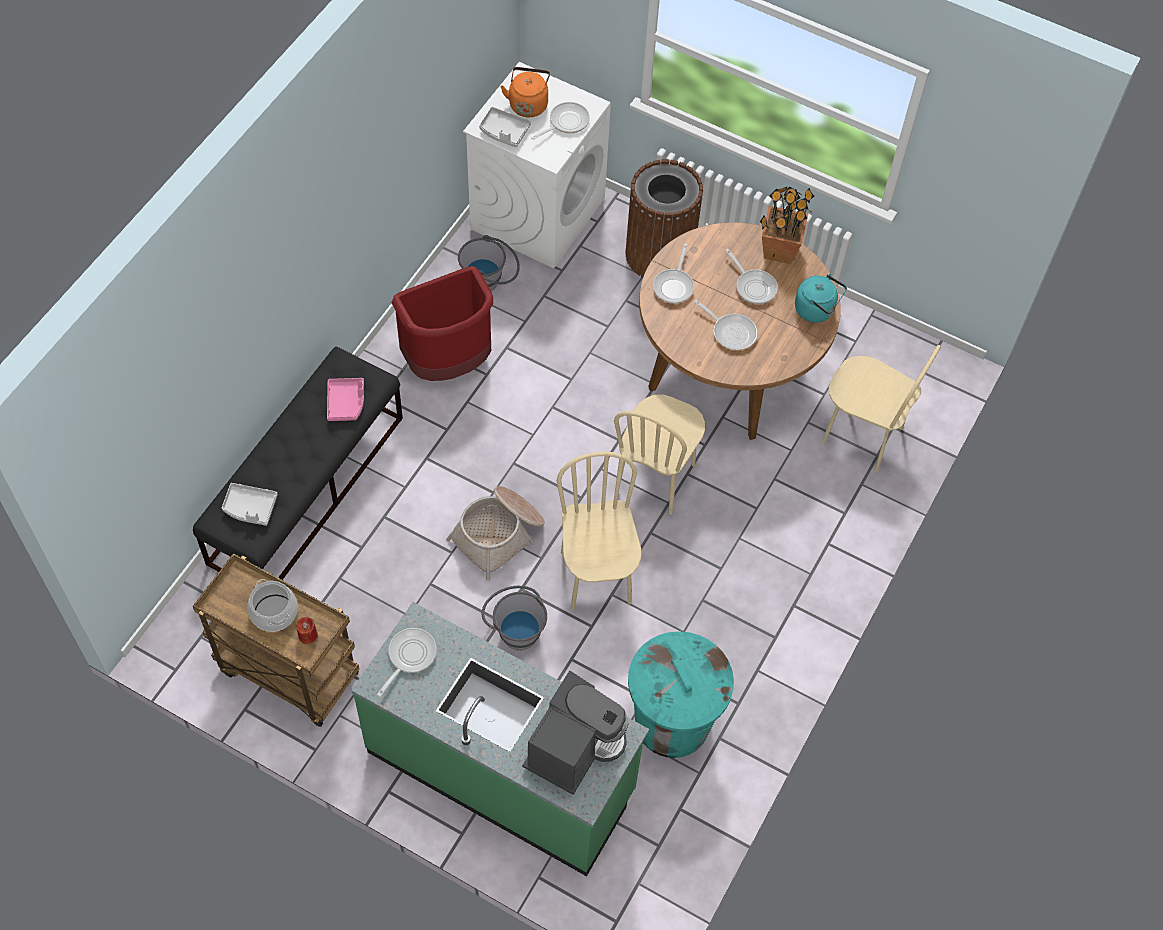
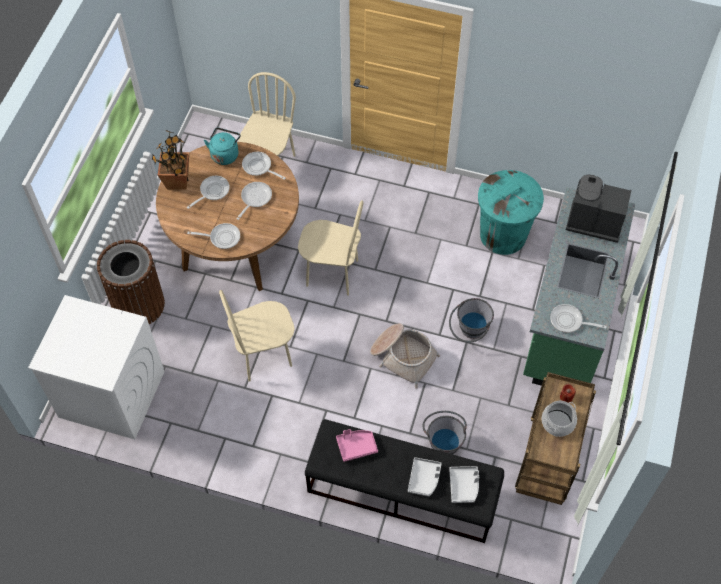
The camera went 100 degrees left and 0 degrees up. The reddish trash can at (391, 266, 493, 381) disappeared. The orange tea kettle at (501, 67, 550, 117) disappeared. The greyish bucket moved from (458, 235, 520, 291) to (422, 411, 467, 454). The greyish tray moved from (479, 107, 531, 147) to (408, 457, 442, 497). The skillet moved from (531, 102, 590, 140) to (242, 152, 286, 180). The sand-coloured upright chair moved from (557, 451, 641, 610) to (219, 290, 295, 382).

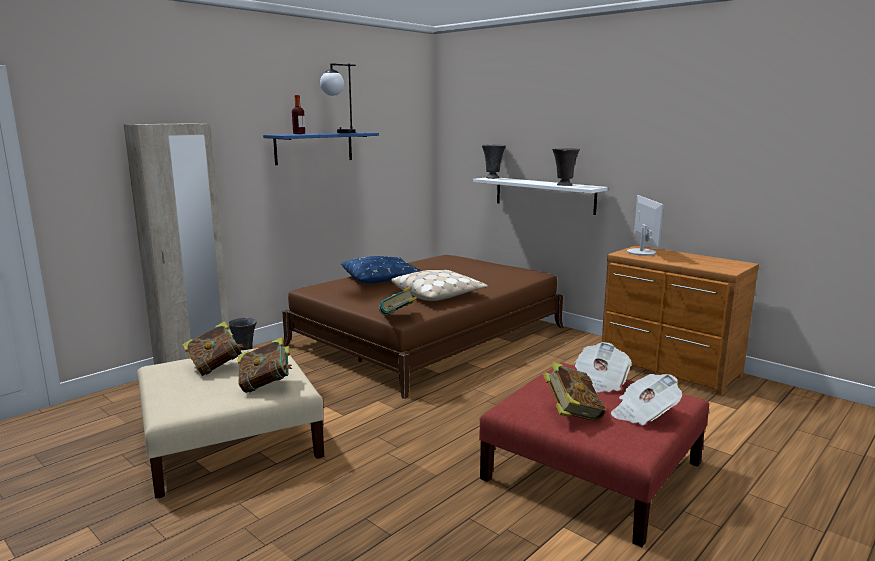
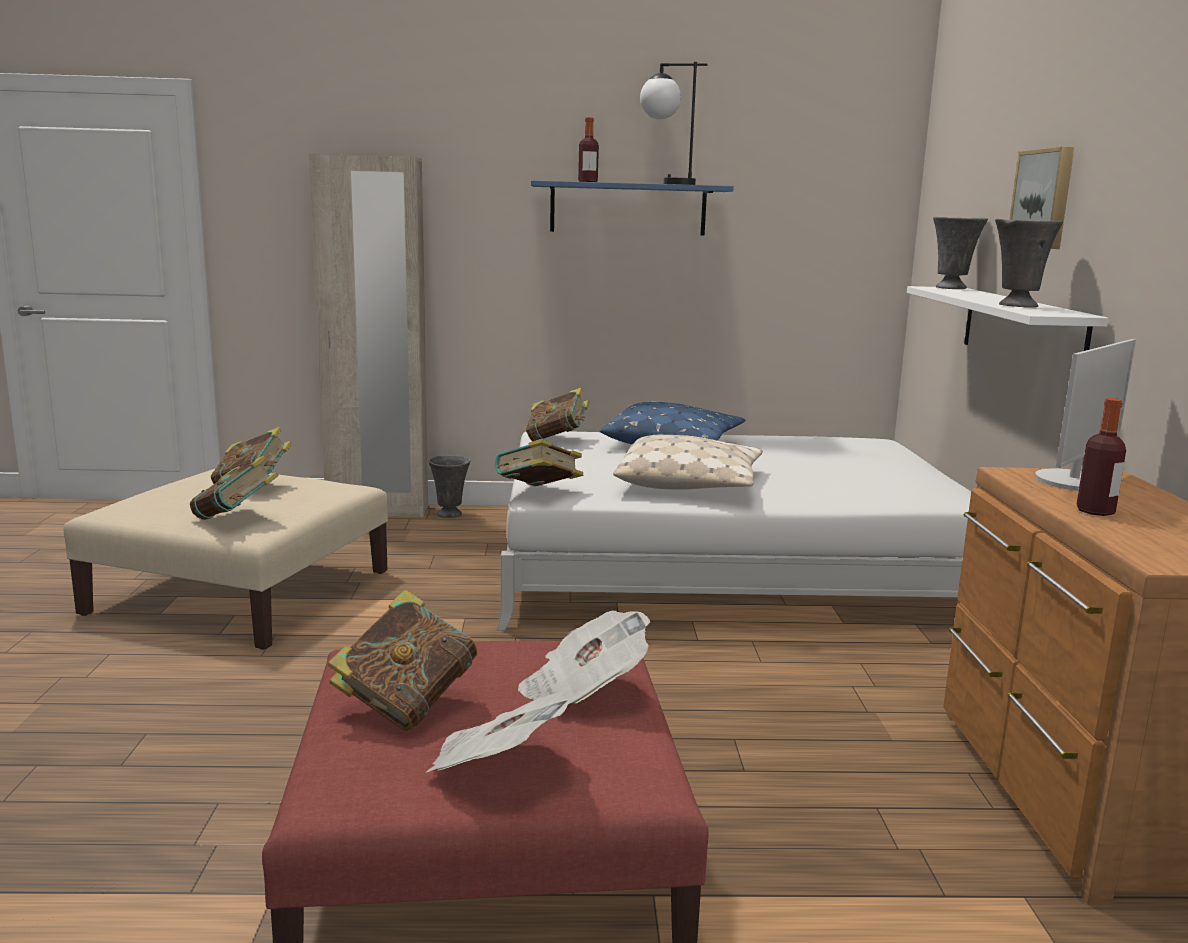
The camera went 45 degrees right and 0 degrees up. The book at (526, 388, 589, 441) appeared. The wall art at (1010, 147, 1075, 249) appeared. The beverage bottle at (1076, 398, 1126, 516) appeared. The brown bedroom bed at (282, 255, 564, 399) became the white bedroom bed at (497, 431, 971, 631).

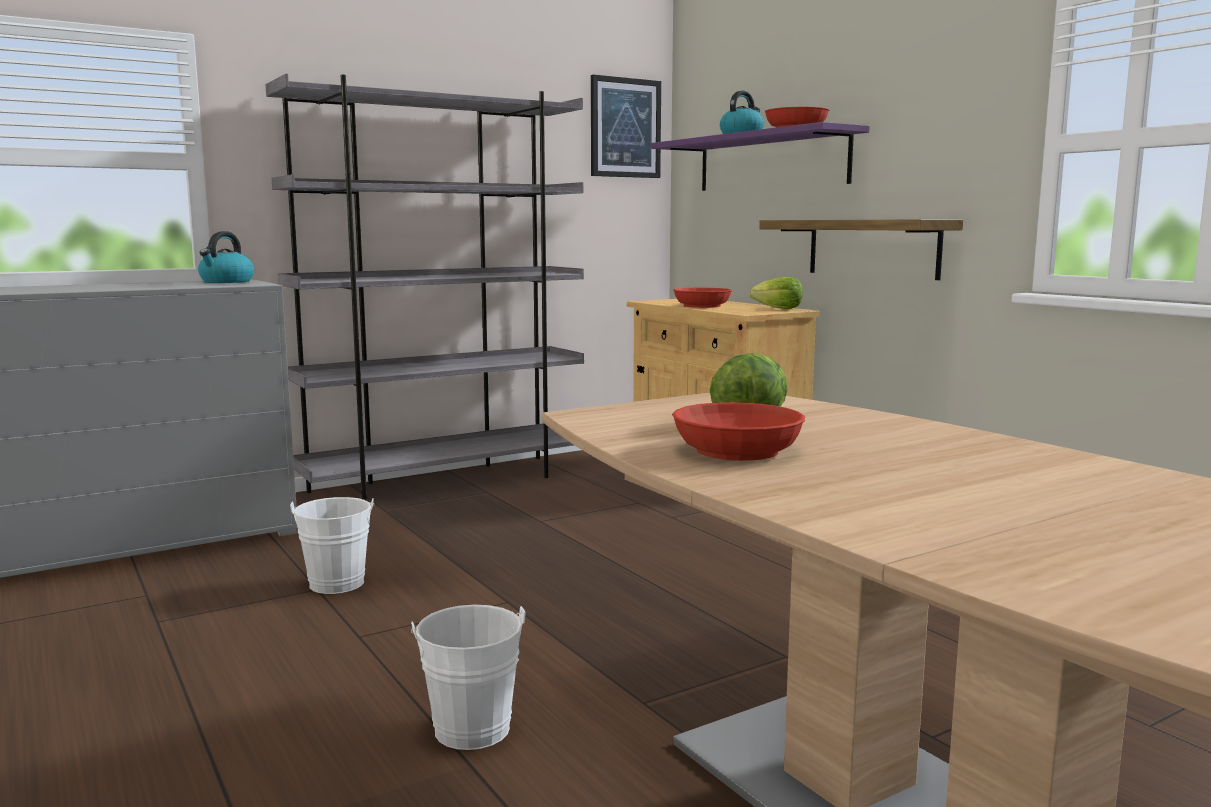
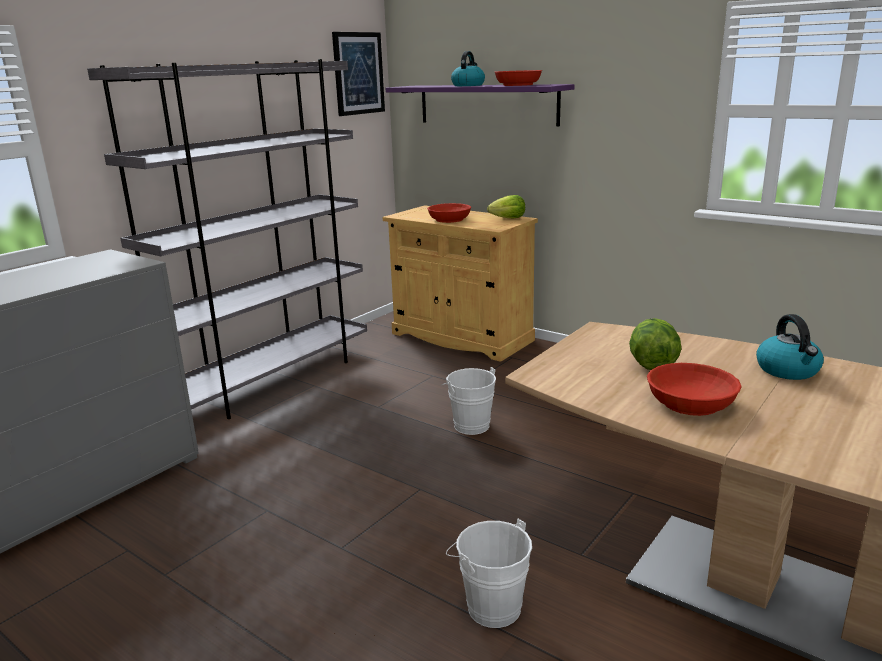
The camera went 20 degrees left and 10 degrees up. The bracket shelf at (759, 219, 963, 280) disappeared. The tea kettle moved from (198, 231, 254, 283) to (756, 314, 824, 380). The white bucket moved from (290, 497, 374, 594) to (442, 367, 496, 435).

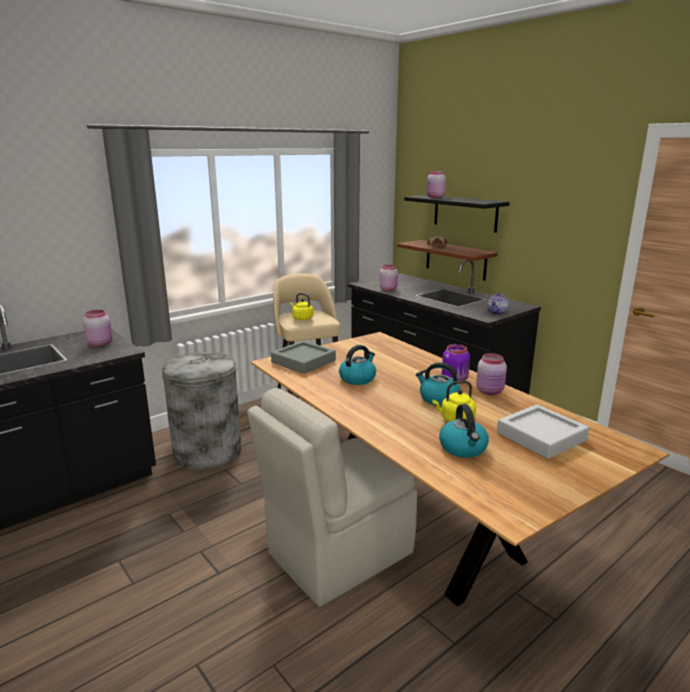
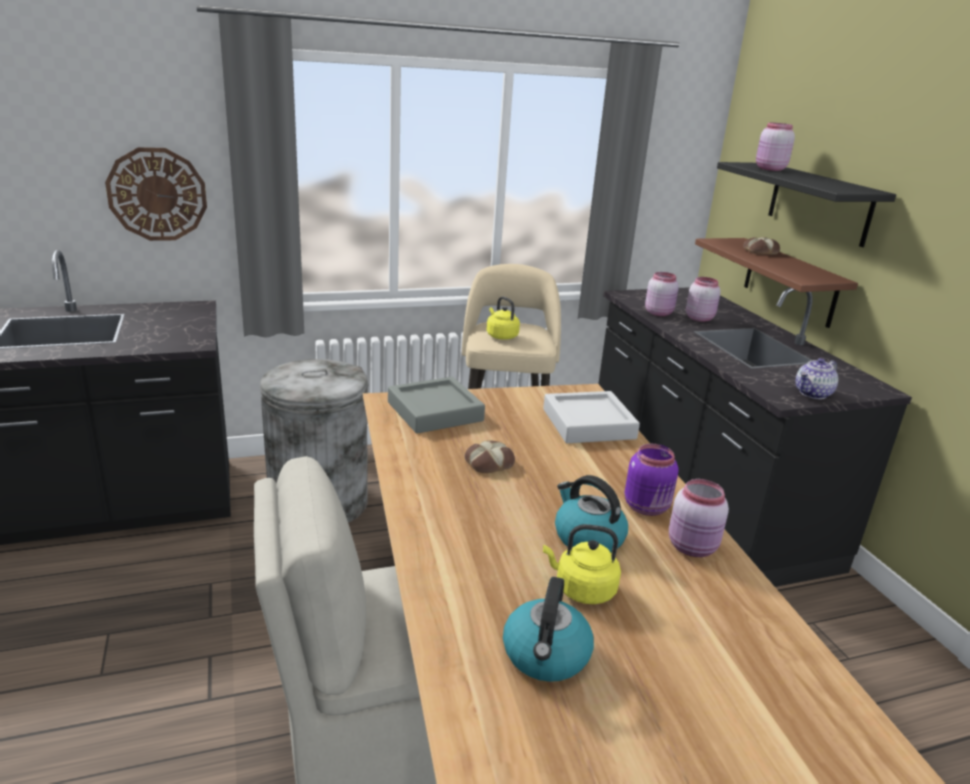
The camera went 20 degrees right and 5 degrees up. The hanging clock at (105, 147, 207, 241) appeared. The pink-coloured storage jar moved from (83, 310, 112, 347) to (686, 277, 721, 322). The greyish tray moved from (497, 404, 589, 459) to (543, 391, 640, 443). The tea kettle at (339, 345, 376, 385) was replaced by the bread at (465, 441, 515, 473).

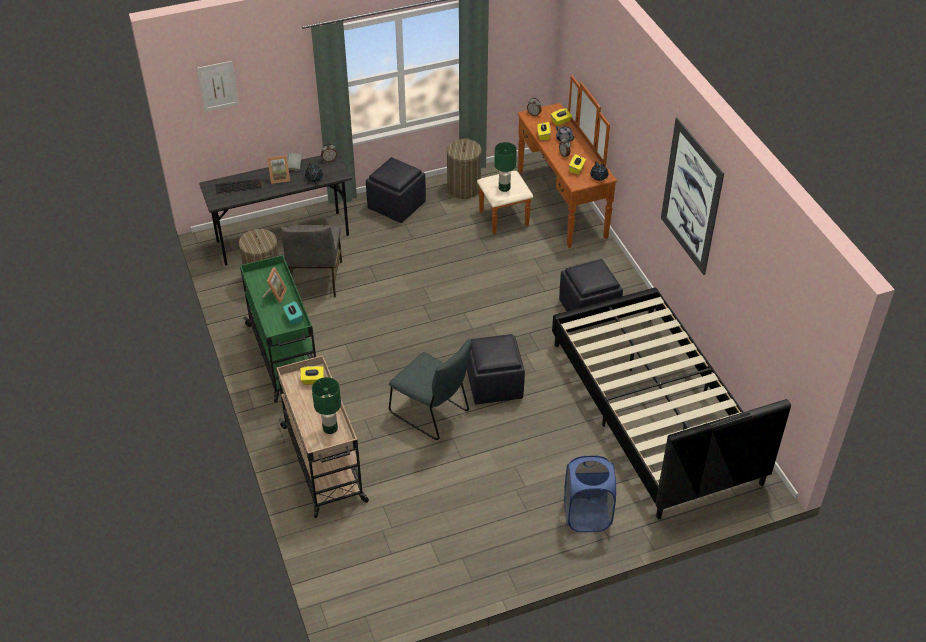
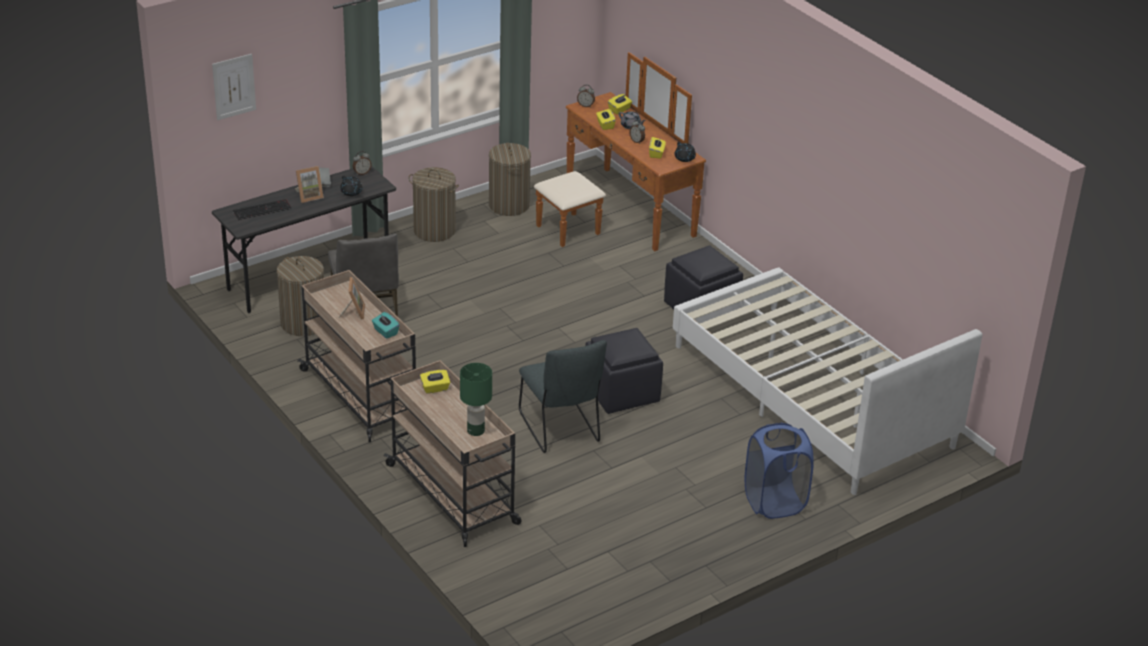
The camera went 15 degrees left and 10 degrees down. The green-coloured table lamp at (494, 142, 517, 192) disappeared. The wall art at (661, 117, 724, 275) disappeared. The black footrest at (366, 157, 426, 223) was replaced by the laundry basket at (409, 167, 459, 242). The green-coloured wheeled cart at (240, 255, 316, 403) became the sand-coloured wheeled cart at (297, 270, 416, 442). The black bedroom bed at (552, 287, 791, 519) became the white bedroom bed at (673, 267, 982, 495). The greyish upright chair at (389, 339, 472, 440) turned 45 degrees clockwise.

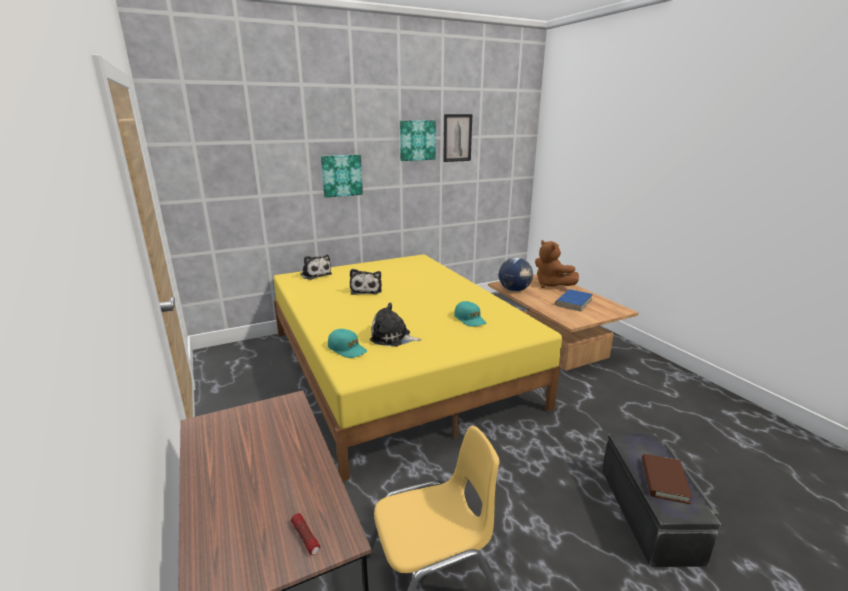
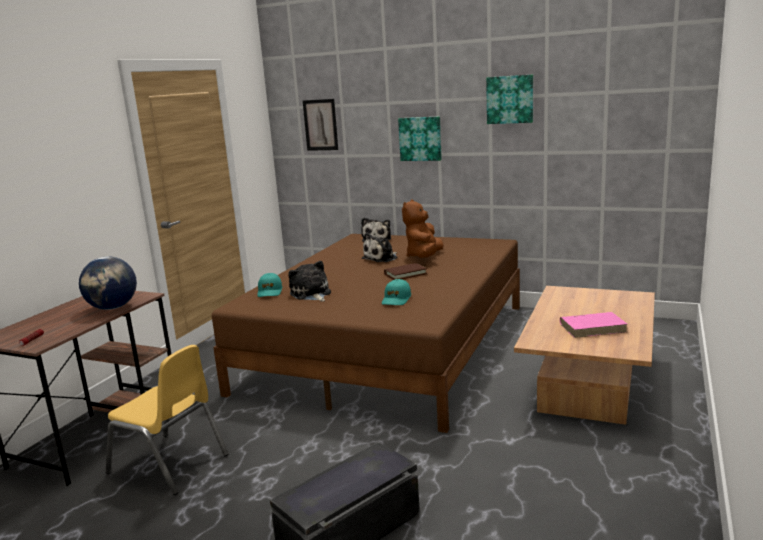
The camera went 50 degrees right and 5 degrees down. The wall art moved from (443, 114, 472, 162) to (303, 99, 338, 151). The world globe moved from (499, 258, 533, 292) to (79, 256, 137, 310). The brown cuddly toy moved from (535, 240, 579, 288) to (402, 200, 444, 258). The brown book moved from (642, 454, 693, 504) to (384, 263, 428, 280). The yellow-coloured bedroom bed at (274, 254, 562, 482) became the brown bedroom bed at (212, 234, 520, 433). The blue-coloured book at (555, 289, 593, 311) became the pink-coloured book at (560, 312, 627, 338).

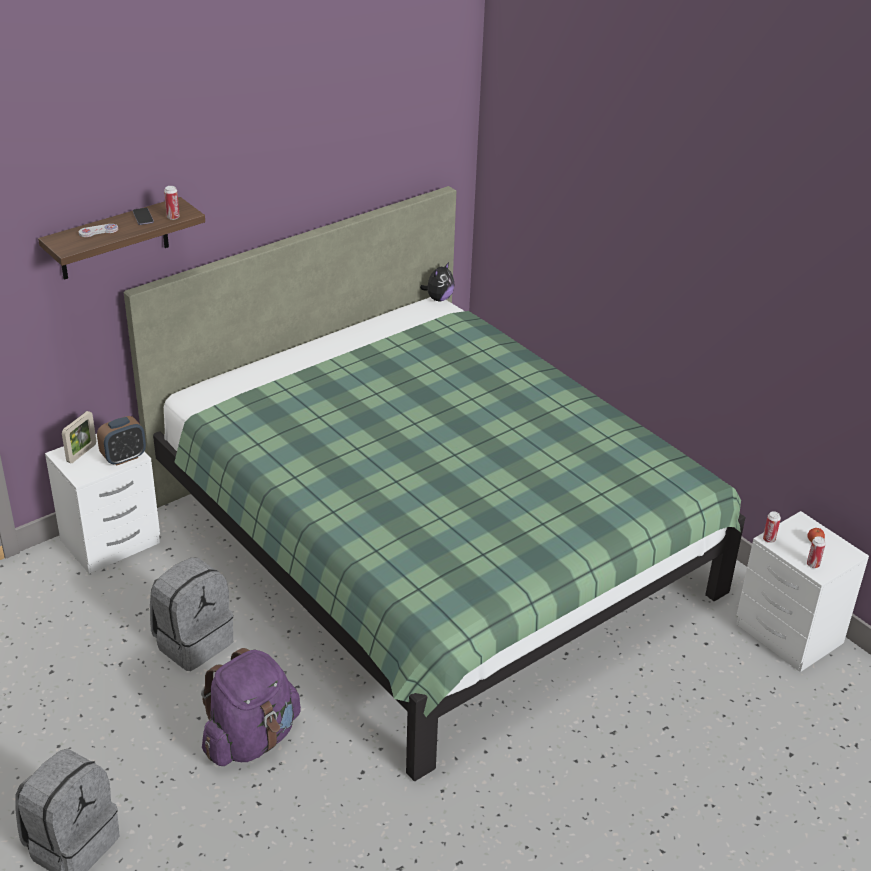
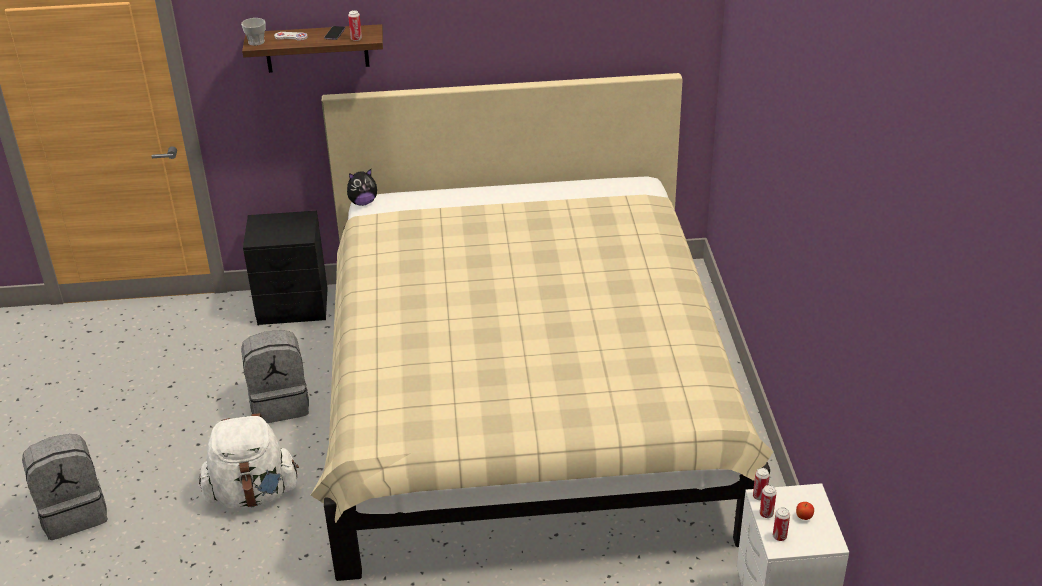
The camera went 35 degrees right and 0 degrees up. The photo frame at (62, 411, 96, 463) disappeared. The bedside clock at (97, 416, 146, 466) disappeared. The small cup at (241, 18, 266, 46) appeared. The sealed can at (759, 485, 777, 518) appeared. The cuddly toy moved from (420, 262, 454, 301) to (347, 169, 377, 206). The white bedside table at (45, 434, 160, 574) became the black bedside table at (243, 211, 328, 325). The green-coloured bedroom bed at (124, 186, 746, 781) became the sand-coloured bedroom bed at (311, 73, 773, 581). The purplish rucksack at (201, 648, 301, 766) became the white rucksack at (199, 413, 299, 509).

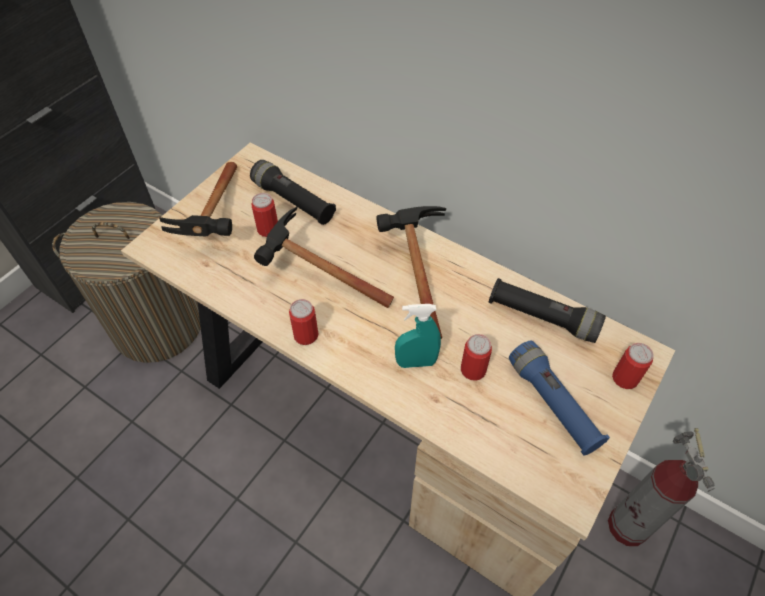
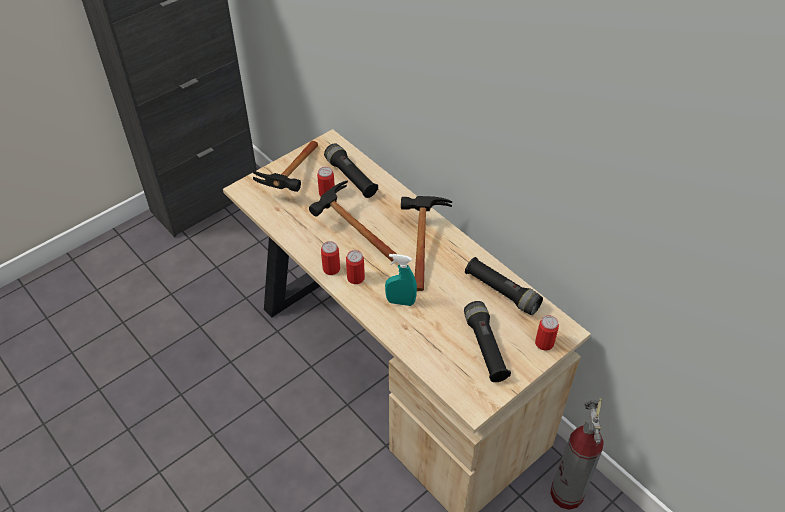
The camera went 15 degrees right and 5 degrees down. The laundry basket at (52, 202, 201, 363) disappeared. The sealed can moved from (461, 334, 492, 381) to (346, 250, 365, 284). The blue-coloured flashlight at (509, 341, 610, 456) became the black flashlight at (464, 301, 511, 382).

